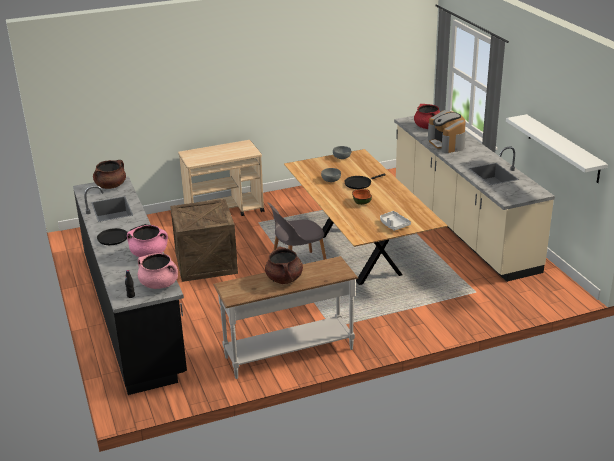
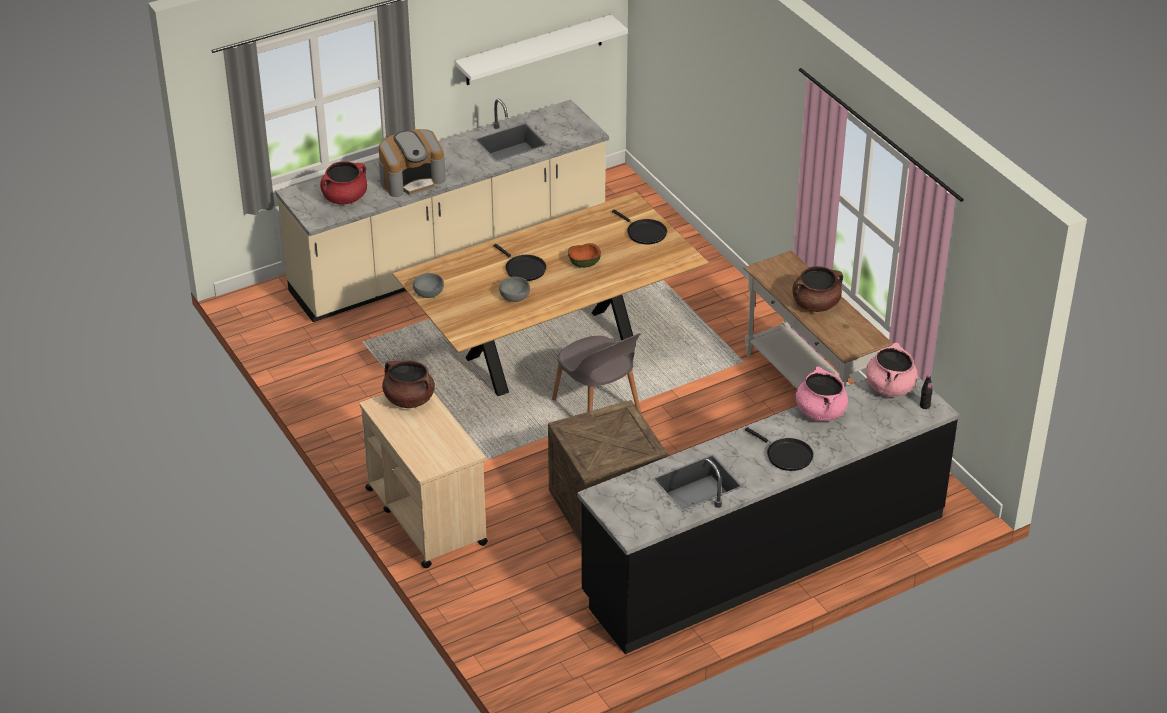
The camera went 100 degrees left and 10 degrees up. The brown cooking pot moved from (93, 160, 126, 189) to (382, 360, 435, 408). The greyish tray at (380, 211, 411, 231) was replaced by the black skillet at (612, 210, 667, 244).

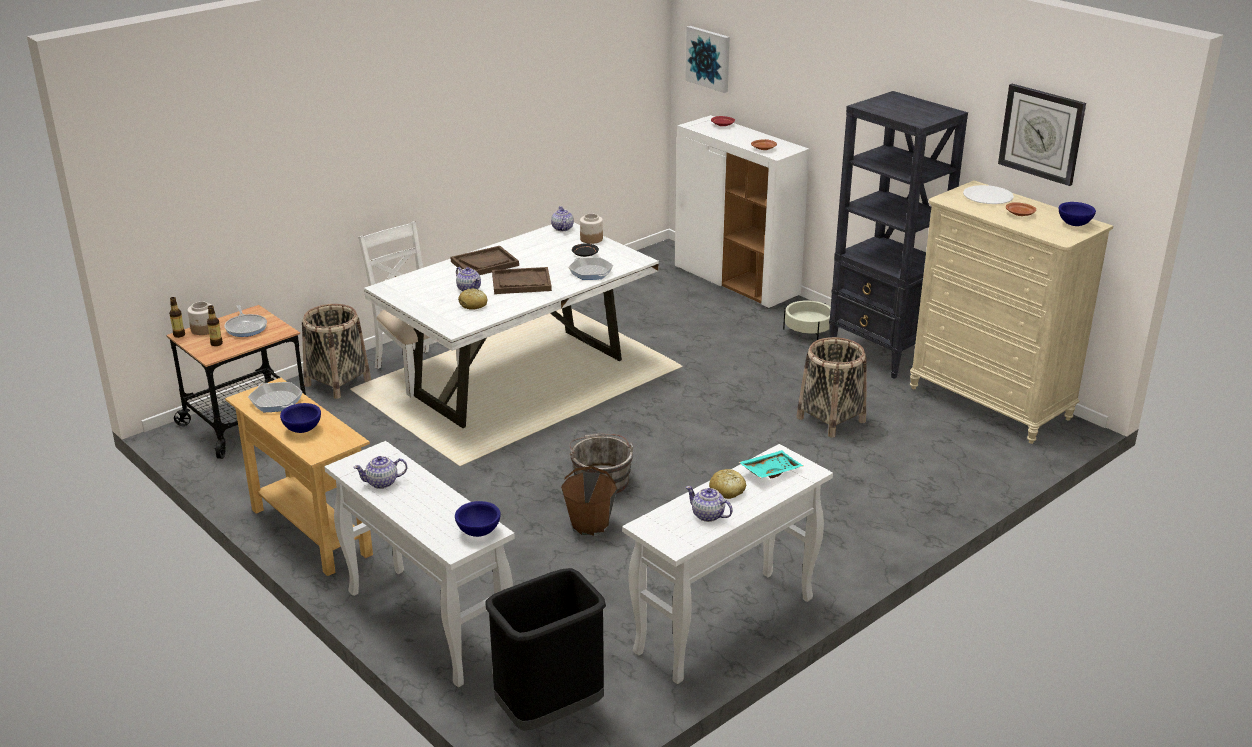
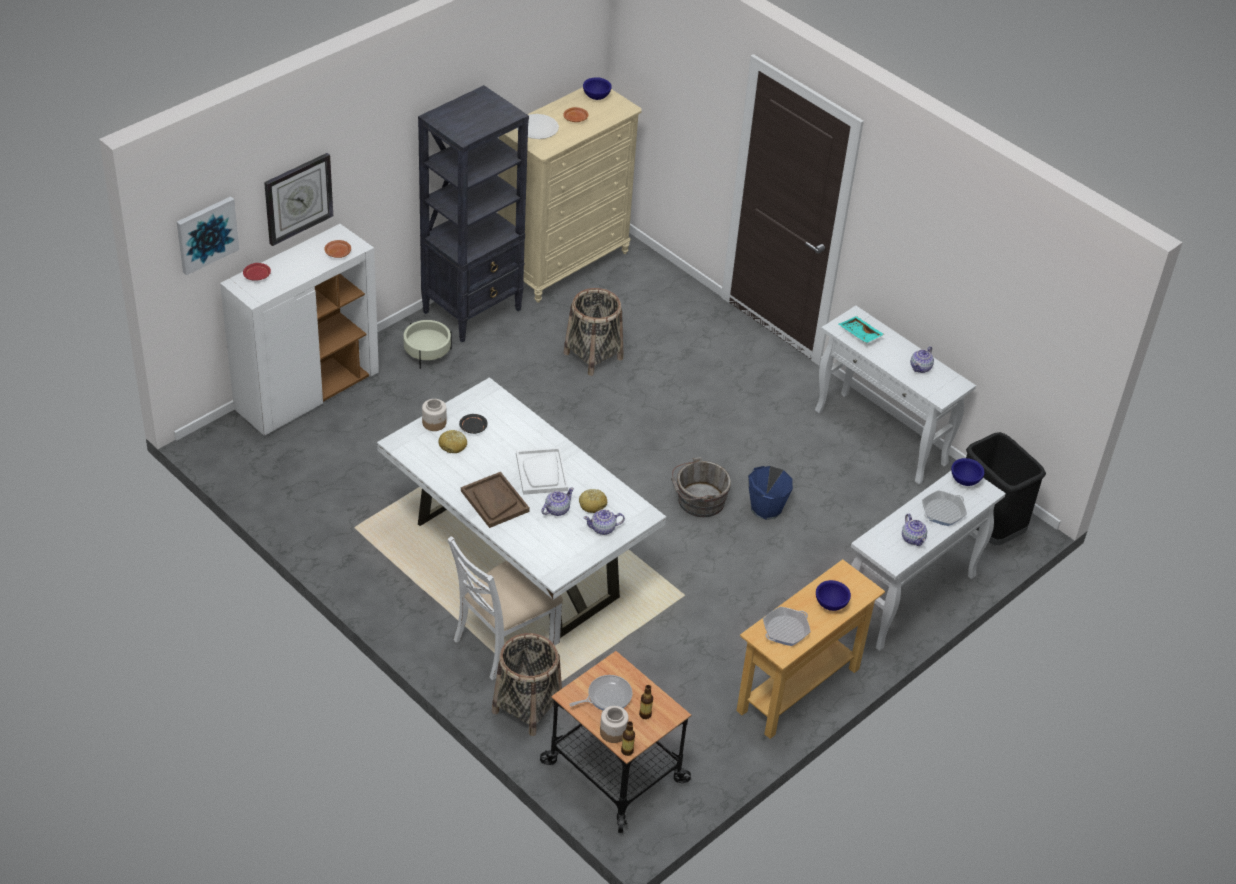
The camera went 95 degrees left and 15 degrees up. The tea pot moved from (551, 206, 574, 231) to (583, 509, 625, 535). The skillet moved from (568, 258, 613, 280) to (922, 490, 967, 526). The bread moved from (709, 469, 746, 499) to (438, 430, 467, 453). The hanging clock moved from (998, 84, 1086, 186) to (264, 153, 333, 246). The brown tray at (492, 267, 552, 294) became the white tray at (516, 447, 568, 495). The brown bucket at (561, 466, 617, 536) became the blue-coloured bucket at (748, 466, 793, 520).

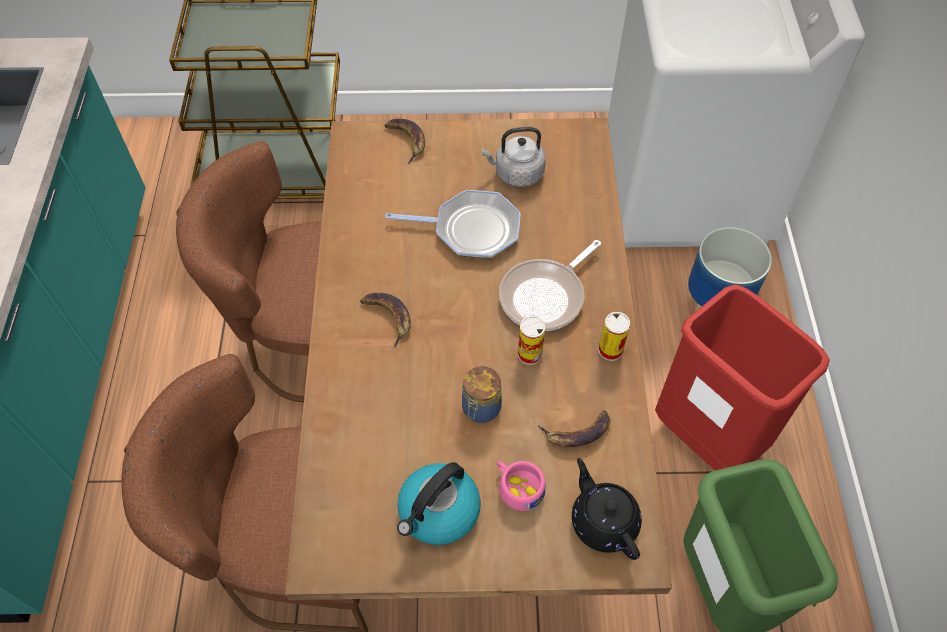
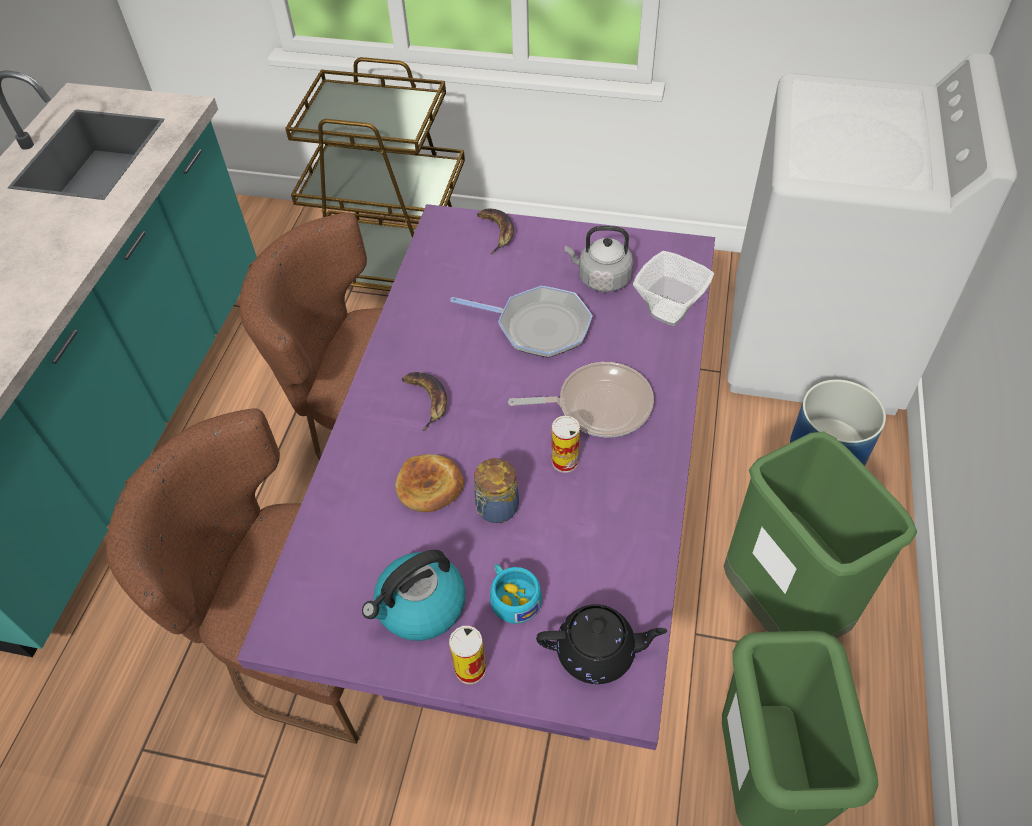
The camera went 15 degrees right and 5 degrees down. The banana fruit at (538, 411, 610, 447) disappeared. The bread at (395, 454, 464, 512) appeared. The serving bowl at (633, 251, 714, 326) appeared. The sealed can moved from (599, 312, 630, 361) to (449, 626, 486, 684). The brown dining table at (285, 118, 672, 600) became the purplish dining table at (237, 204, 715, 750). The pink-coloured small cup at (497, 461, 546, 511) became the turquoise small cup at (490, 564, 542, 624). The reddish trash can at (655, 284, 830, 470) became the green-coloured trash can at (724, 432, 917, 639). The skillet at (499, 240, 601, 331) turned 150 degrees counterclockwise. The black tea pot at (572, 458, 642, 560) turned 105 degrees clockwise.

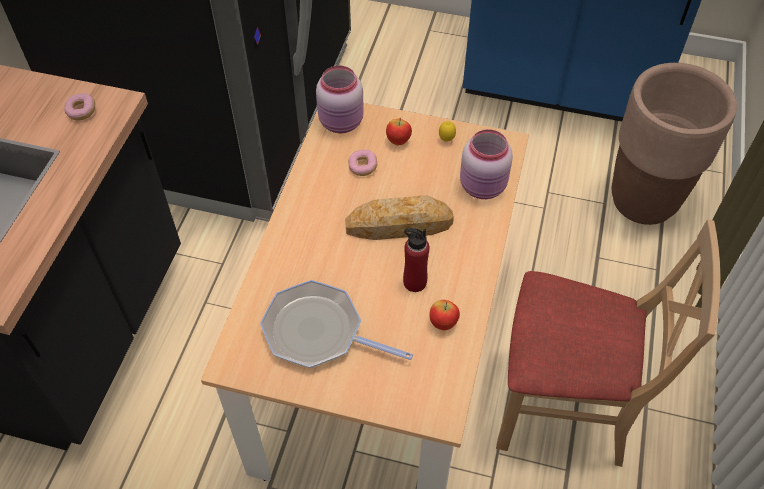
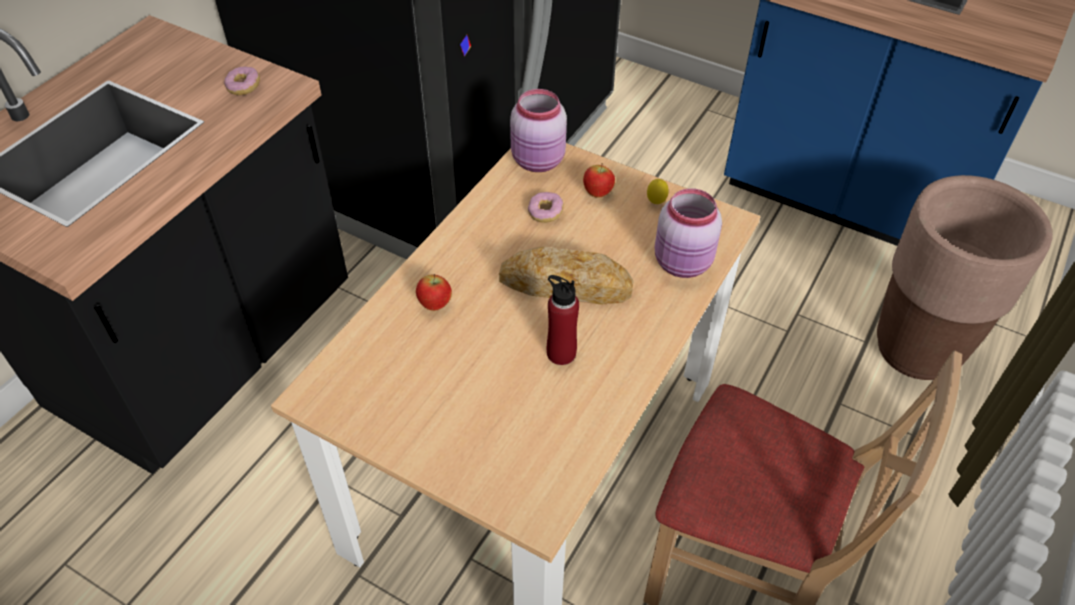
The camera went 15 degrees right and 5 degrees down. The skillet at (260, 280, 413, 368) disappeared. The apple moved from (429, 300, 460, 330) to (416, 274, 452, 311).

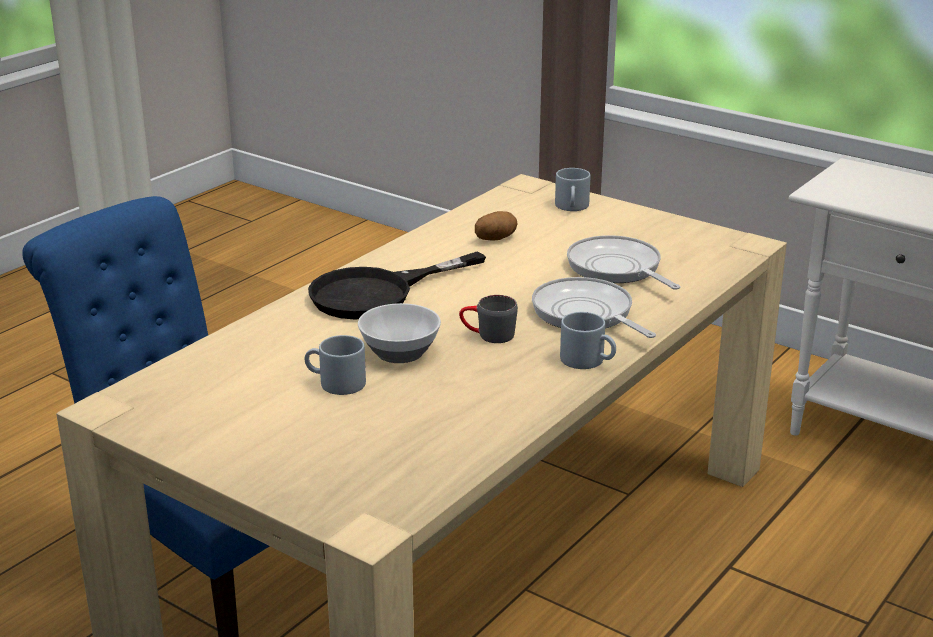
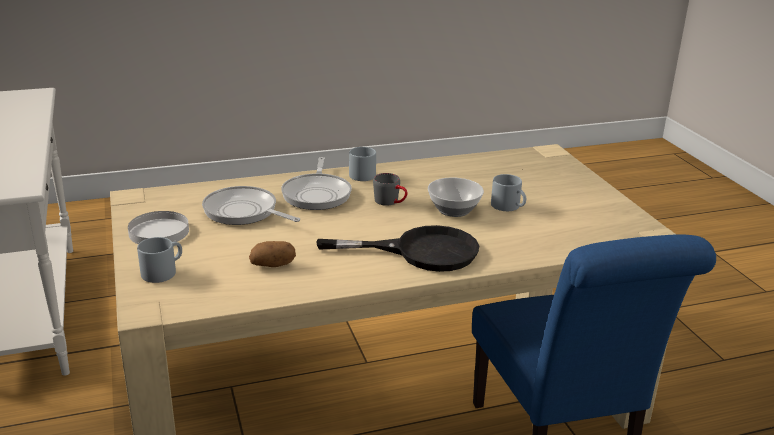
The camera went 145 degrees left and 0 degrees up. The white plate at (128, 211, 189, 244) appeared. The skillet at (567, 235, 680, 290) turned 120 degrees clockwise.

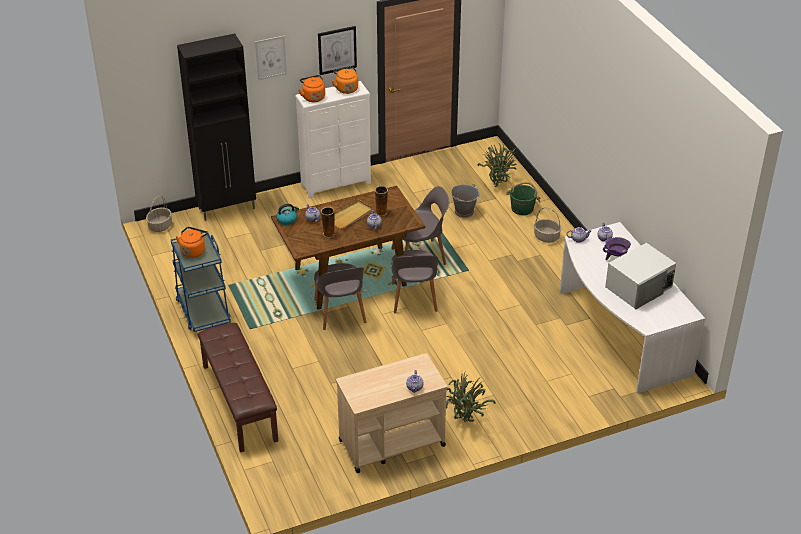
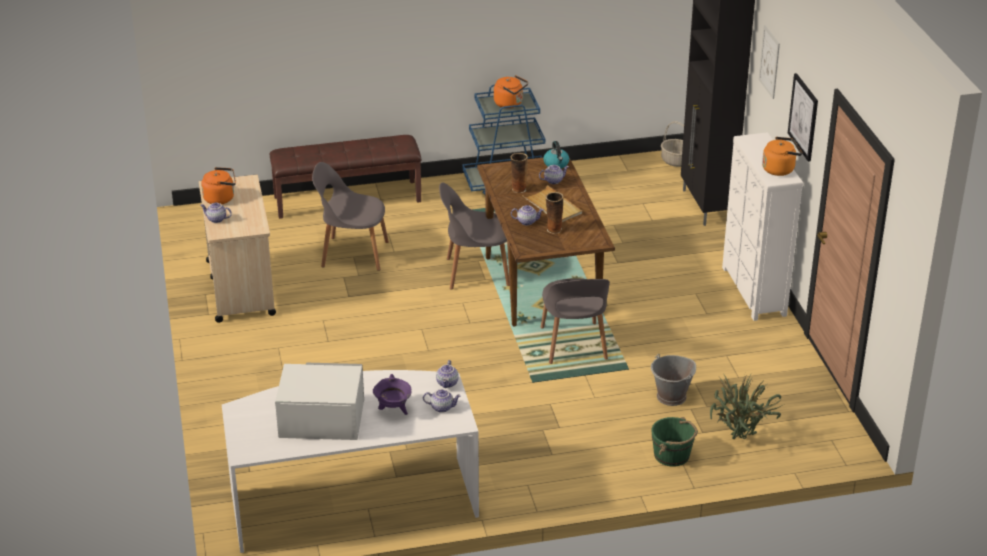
The camera went 100 degrees right and 5 degrees down. The potted plant at (446, 370, 496, 422) disappeared. The basket at (534, 207, 561, 243) disappeared. The orange tea kettle moved from (298, 75, 325, 102) to (201, 167, 236, 205). The greyish upright chair moved from (391, 250, 438, 313) to (312, 162, 389, 271). The white microwave at (605, 243, 676, 309) turned 120 degrees clockwise.

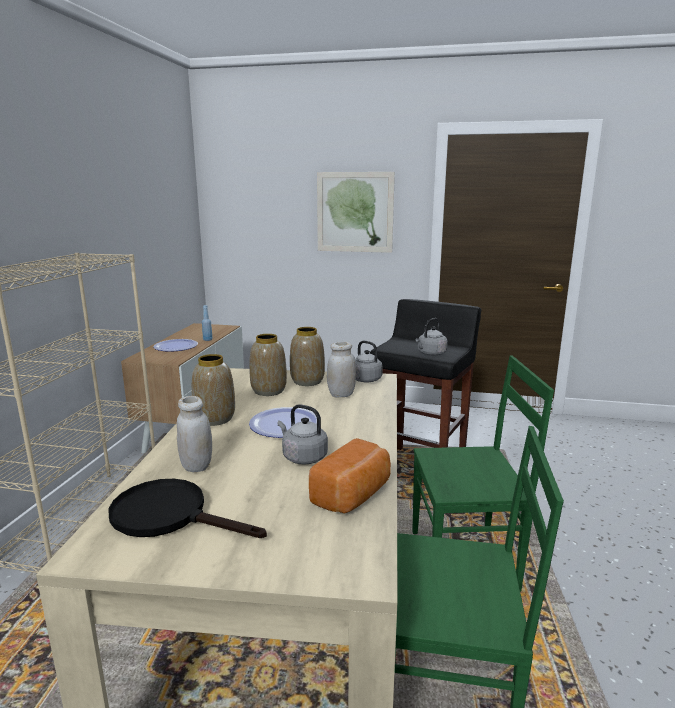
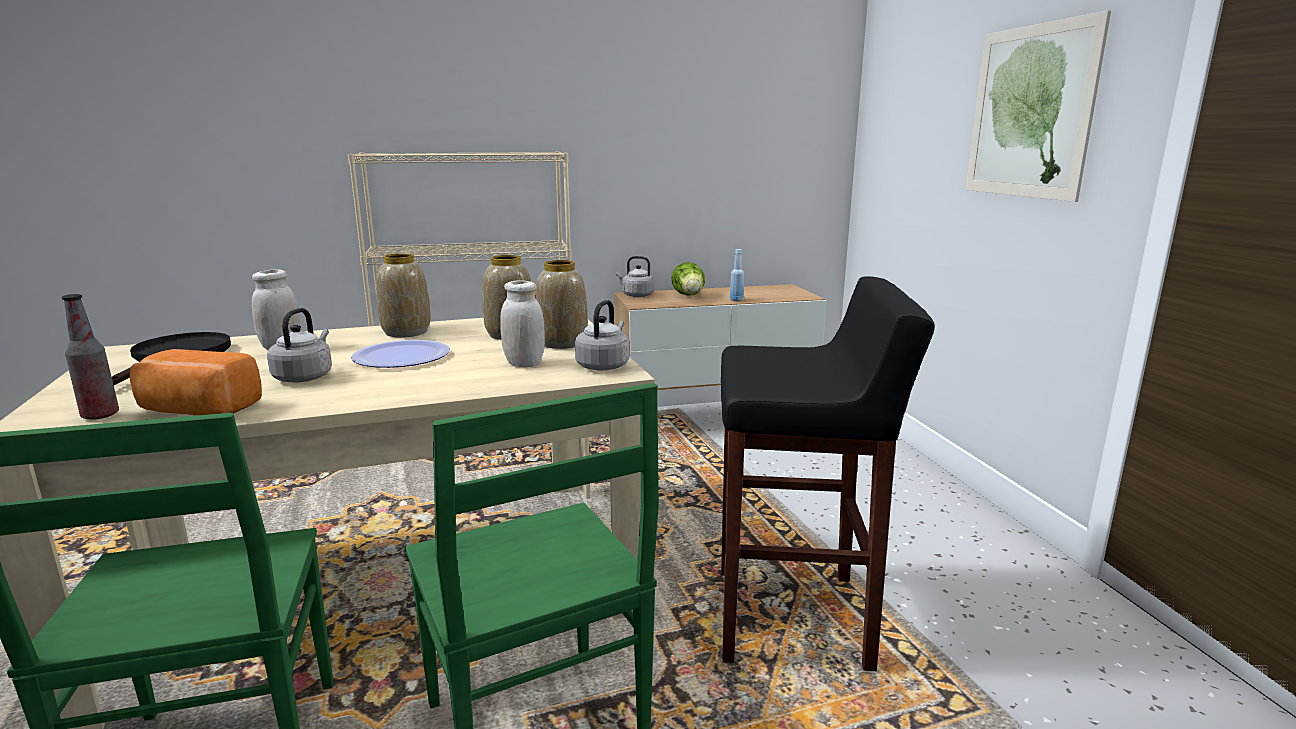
The camera went 65 degrees right and 0 degrees up. The beverage bottle at (62, 294, 119, 420) appeared. The greyish tea kettle moved from (415, 318, 448, 356) to (616, 256, 654, 297). The plate at (153, 339, 198, 352) was replaced by the lettuce at (671, 262, 705, 296).

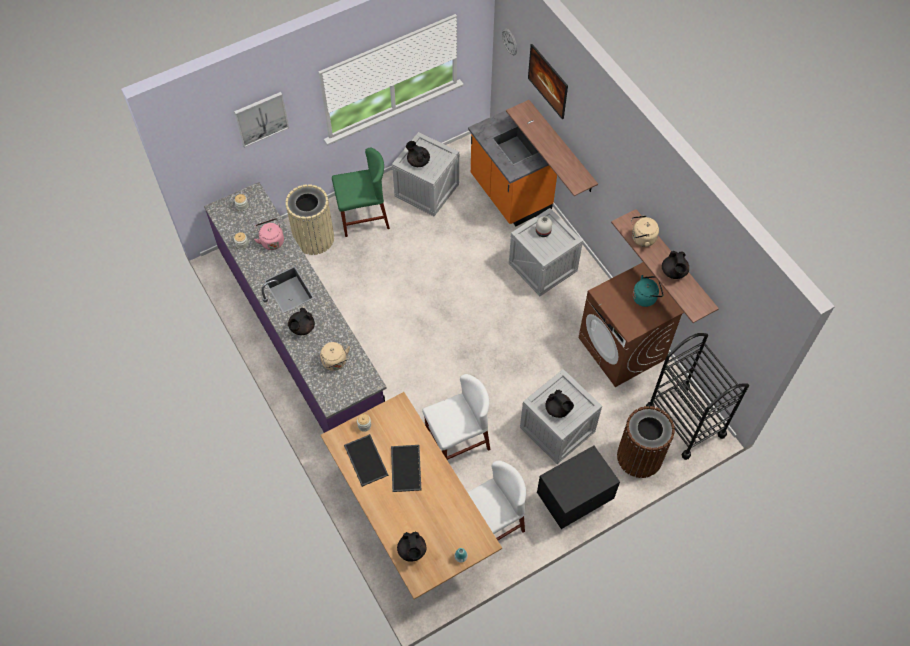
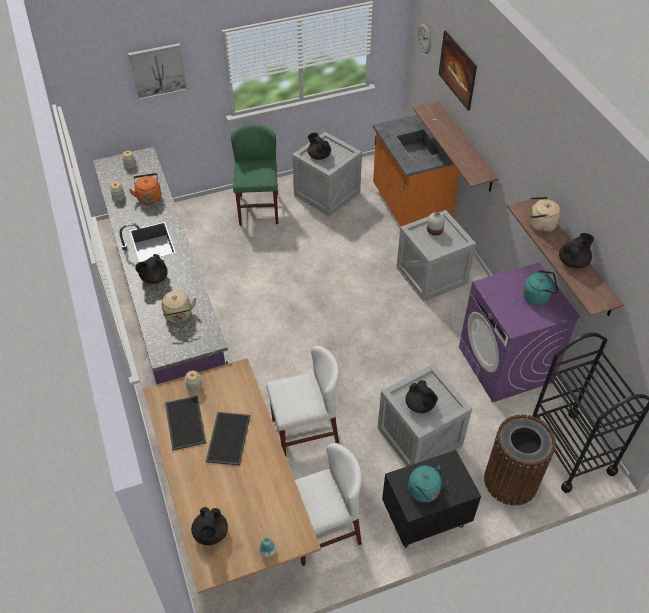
The camera went 10 degrees right and 10 degrees down. The sand-coloured trash can at (286, 184, 334, 255) disappeared. The turquoise tea kettle at (408, 465, 449, 503) appeared. The pink-coloured tea kettle at (254, 218, 284, 250) became the orange tea kettle at (129, 173, 161, 205). The brown laundry machine at (578, 262, 684, 387) became the purplish laundry machine at (459, 262, 580, 402). The green-coloured upright chair at (332, 148, 390, 237) turned 90 degrees counterclockwise. The black tea pot at (662, 251, 689, 279) turned 135 degrees counterclockwise.

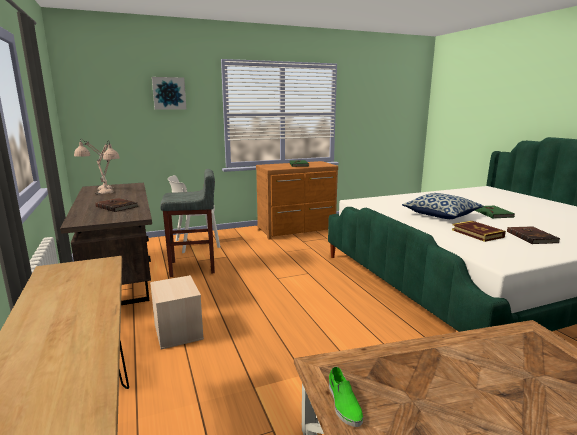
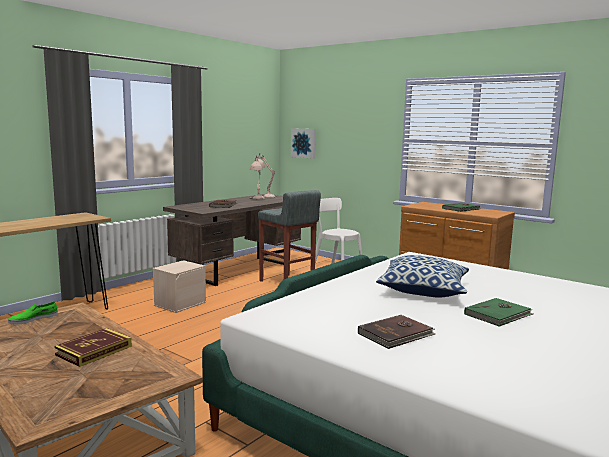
The camera went 60 degrees right and 5 degrees down. The wall art moved from (152, 77, 186, 110) to (291, 128, 316, 159). The book moved from (452, 221, 506, 242) to (54, 328, 132, 367).

